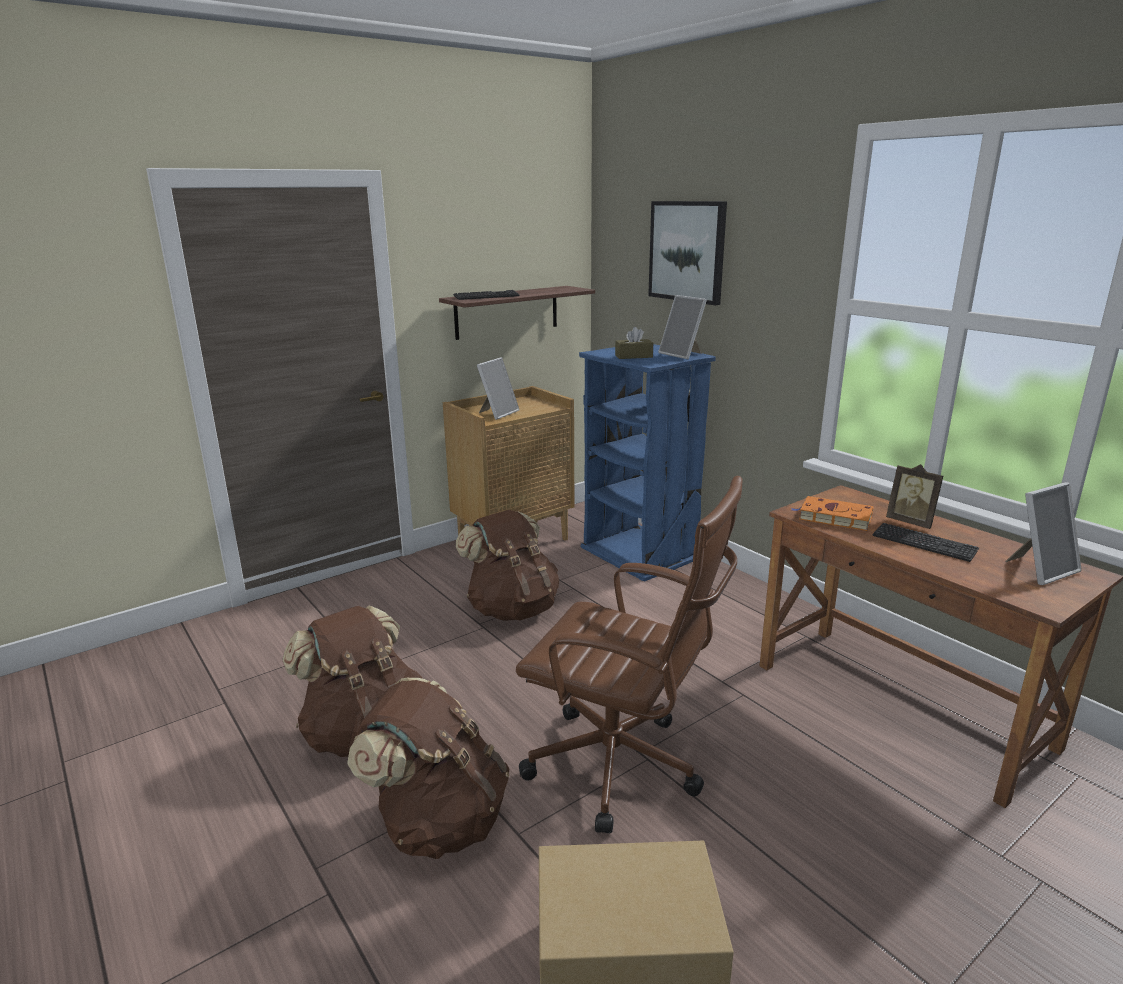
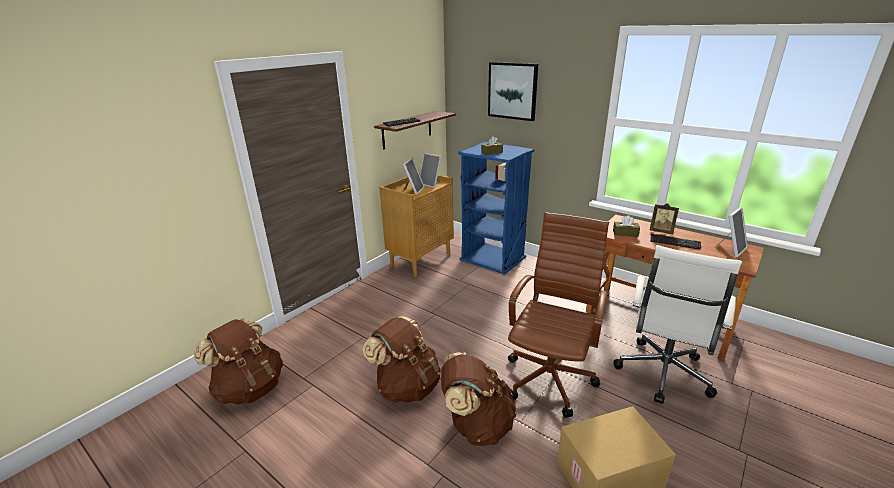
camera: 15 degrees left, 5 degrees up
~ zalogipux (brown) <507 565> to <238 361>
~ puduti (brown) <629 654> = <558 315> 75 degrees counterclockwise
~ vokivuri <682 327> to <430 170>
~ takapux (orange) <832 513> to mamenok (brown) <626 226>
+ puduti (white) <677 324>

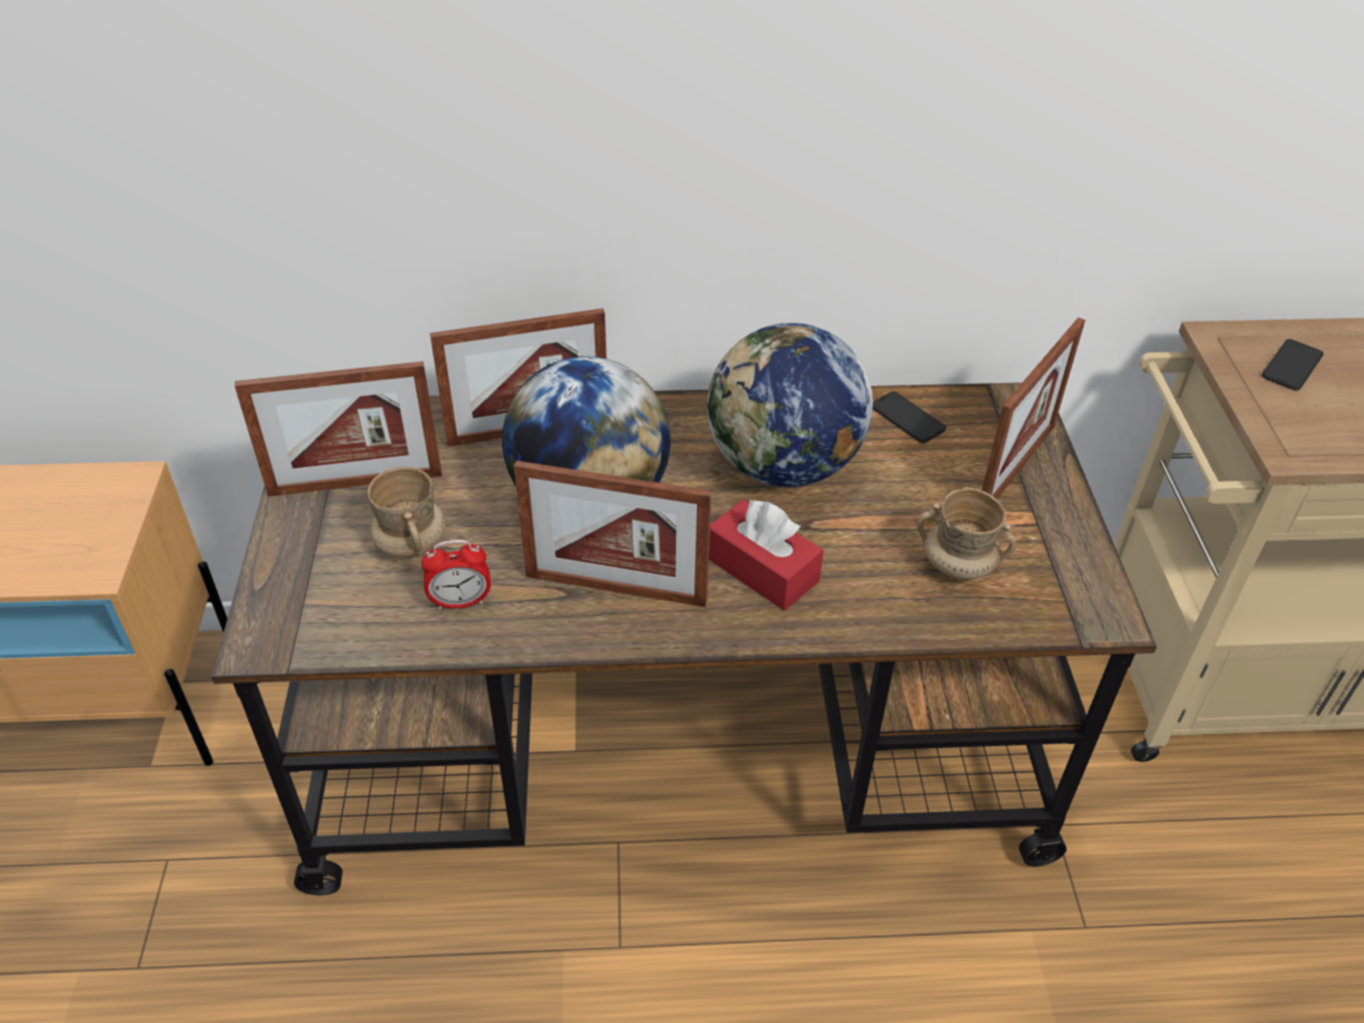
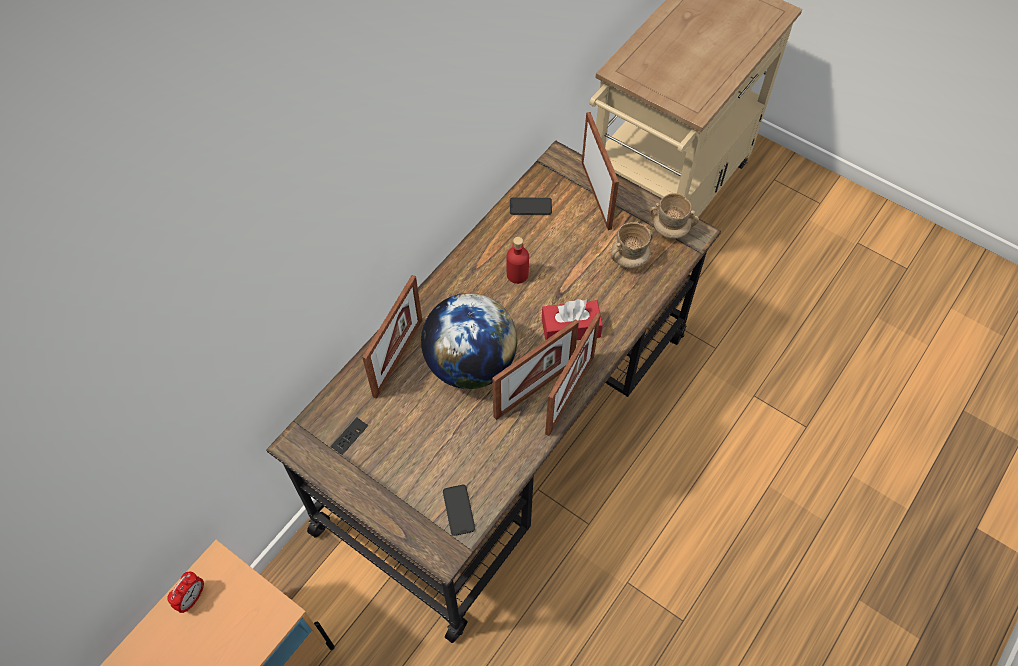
camera: 50 degrees left, 15 degrees up
~ vokivuri <338 429> to <572 374>
~ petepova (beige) <407 512> to <674 216>
~ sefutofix <456 575> to <185 592>
~ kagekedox <790 405> to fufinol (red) <518 260>
~ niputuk <1293 365> to <459 510>

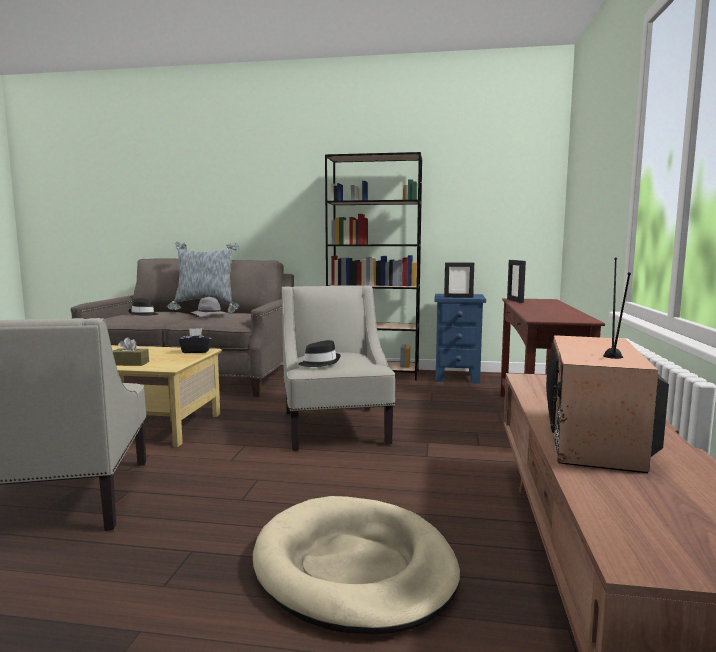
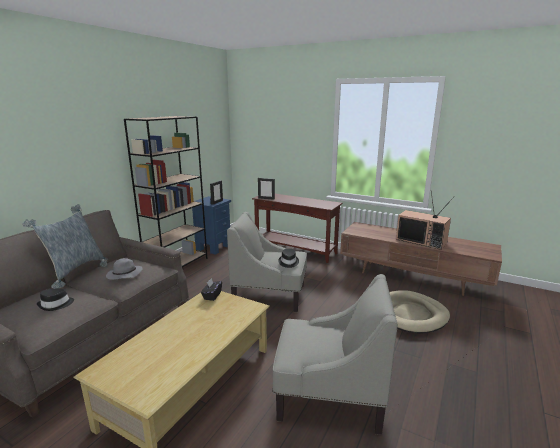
camera: 70 degrees left, 10 degrees up
- mamenok (brown) <131 351>

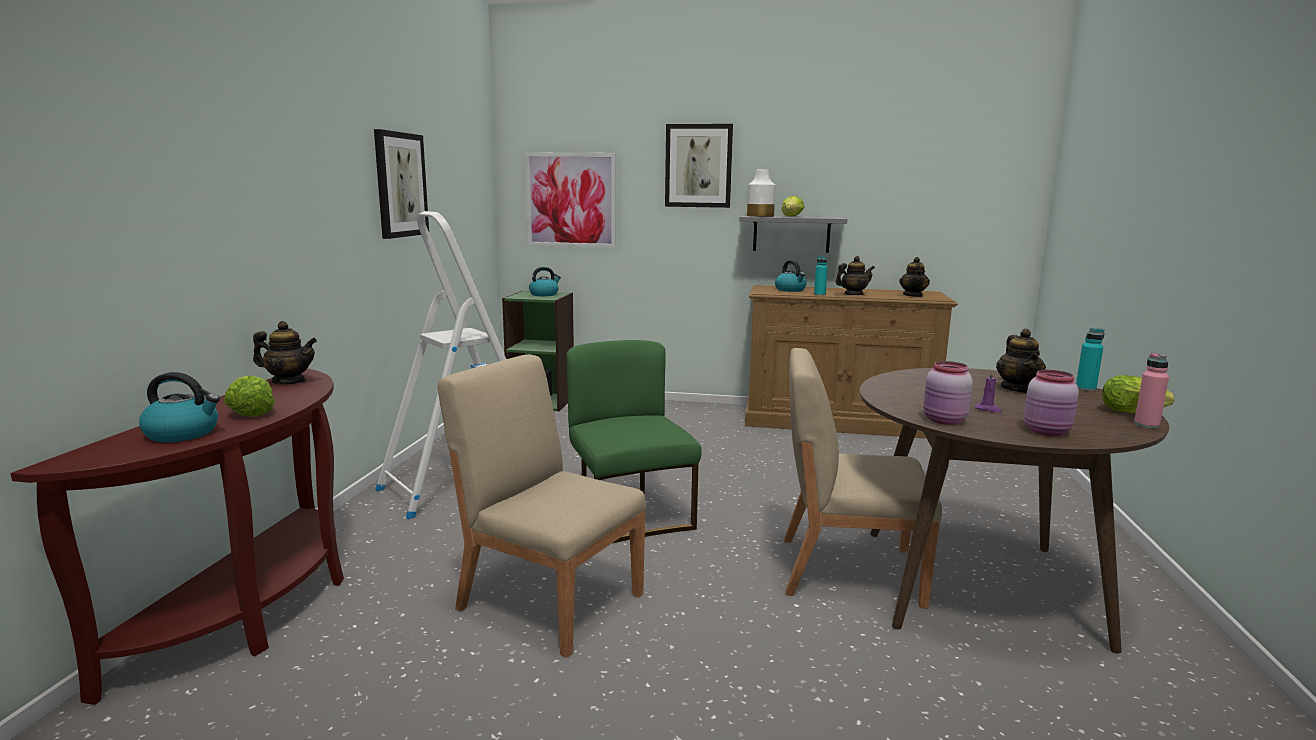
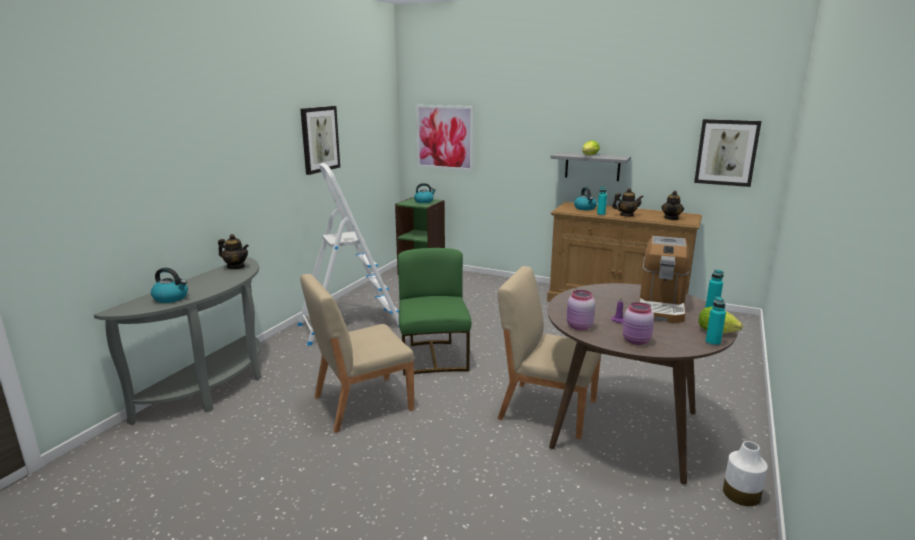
camera: 15 degrees right, 5 degrees up
~ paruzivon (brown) <177 537> to paruzivon (grey) <177 341>
- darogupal <249 396>
~ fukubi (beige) <542 506> = <357 353> 75 degrees counterclockwise
~ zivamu <699 166> to <728 153>
~ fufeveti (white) <761 193> to <745 473>
~ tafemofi <1021 360> to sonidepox <664 279>
~ fufinol (pink) <1151 391> to fufinol (turquoise) <715 321>

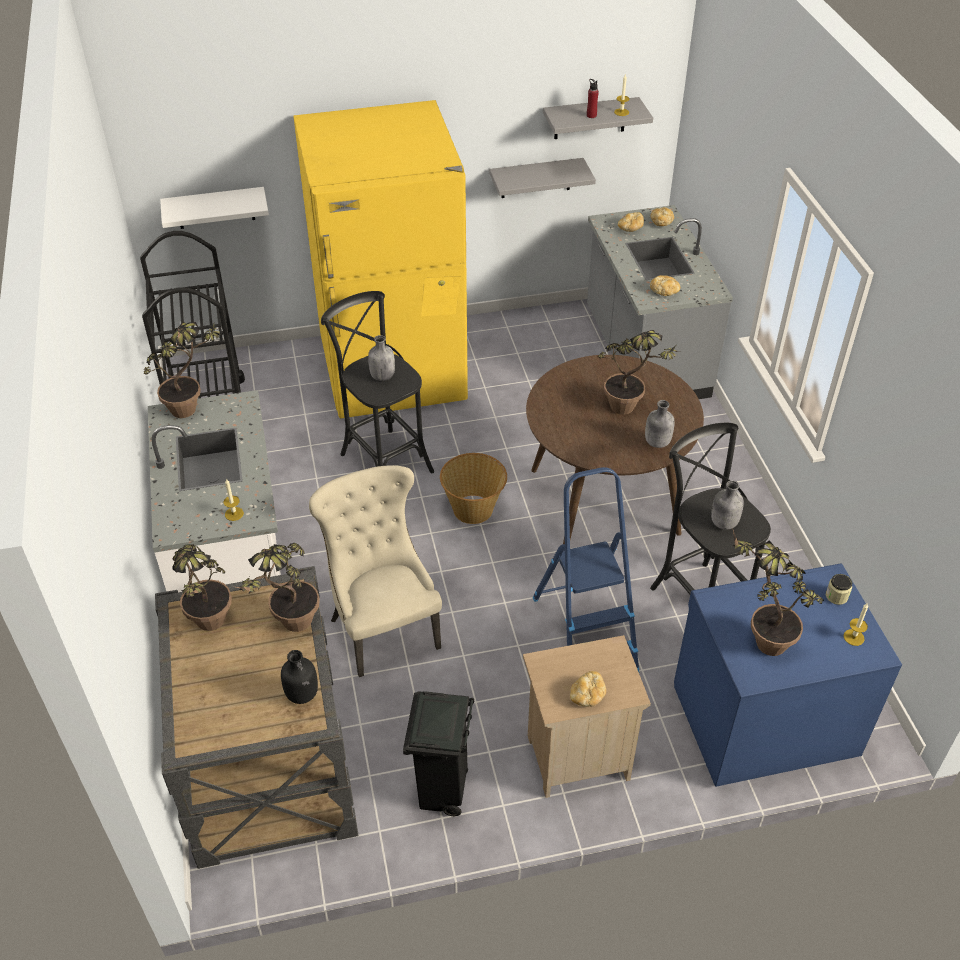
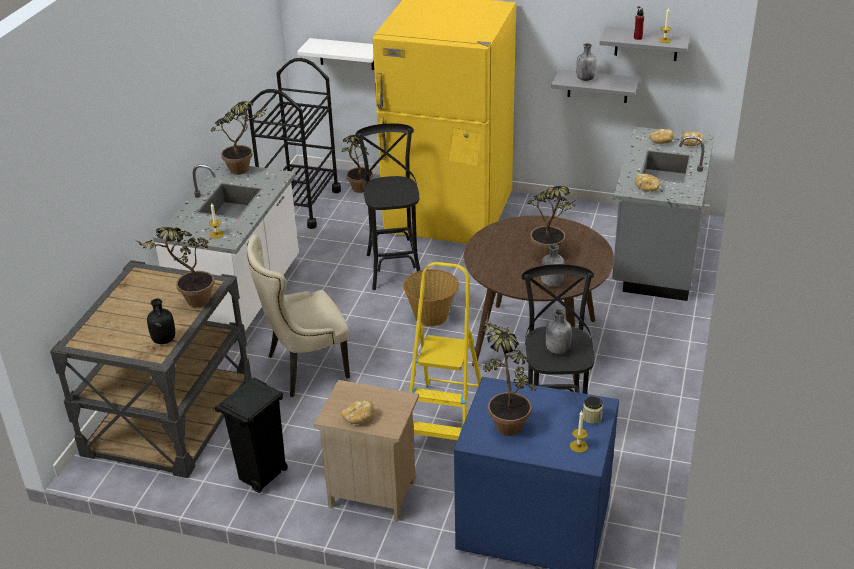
camera: 30 degrees right, 10 degrees down
~ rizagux <202 587> to <357 164>
~ fukubi (beige) <375 571> = <298 315> 120 degrees counterclockwise
~ fufinol (grey) <381 358> to <586 62>
~ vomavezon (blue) <586 569> to vomavezon (yellow) <445 351>

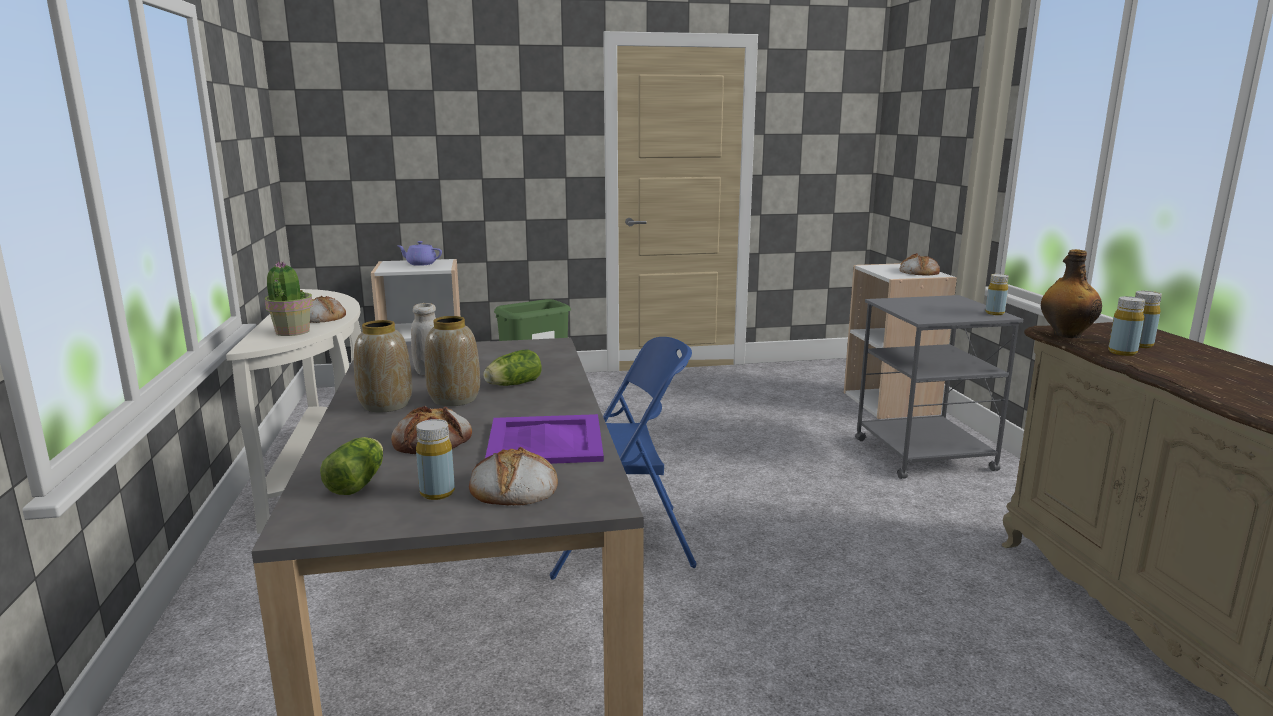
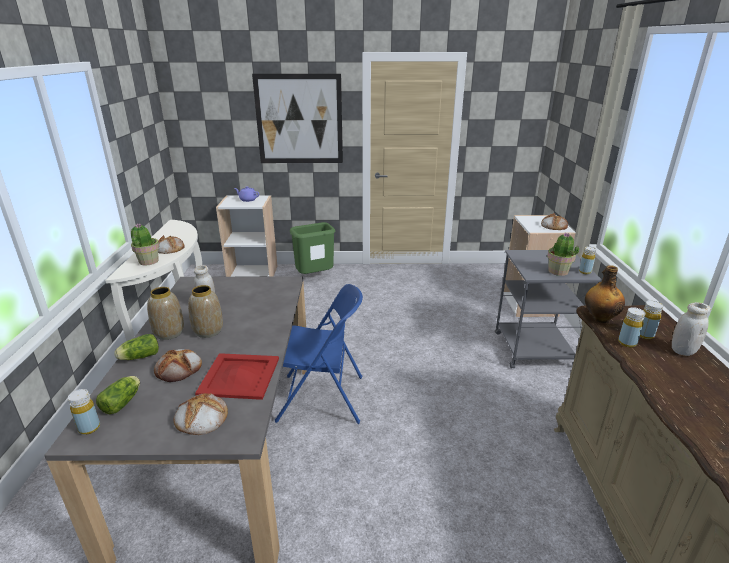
camera: 10 degrees right, 10 degrees up
~ fufinol (yellow) <435 459> to <84 412>
~ darogupal <512 367> to <136 347>
~ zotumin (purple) <544 439> to zotumin (red) <237 376>
+ zivamu <297 118>
+ rizagux <563 254>
+ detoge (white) <691 329>

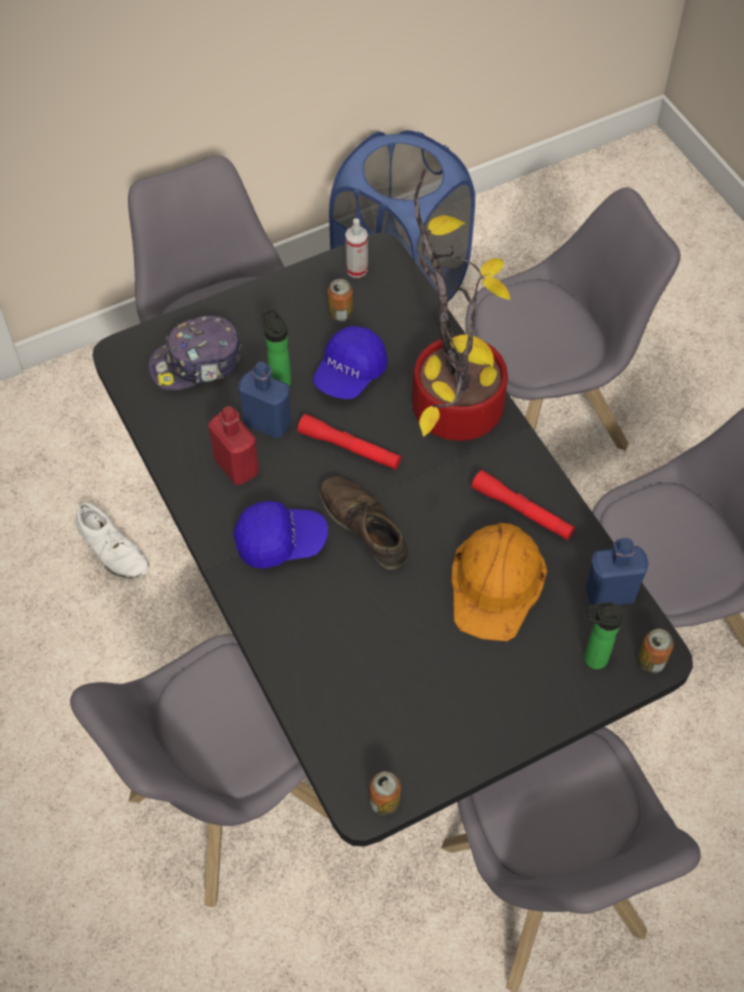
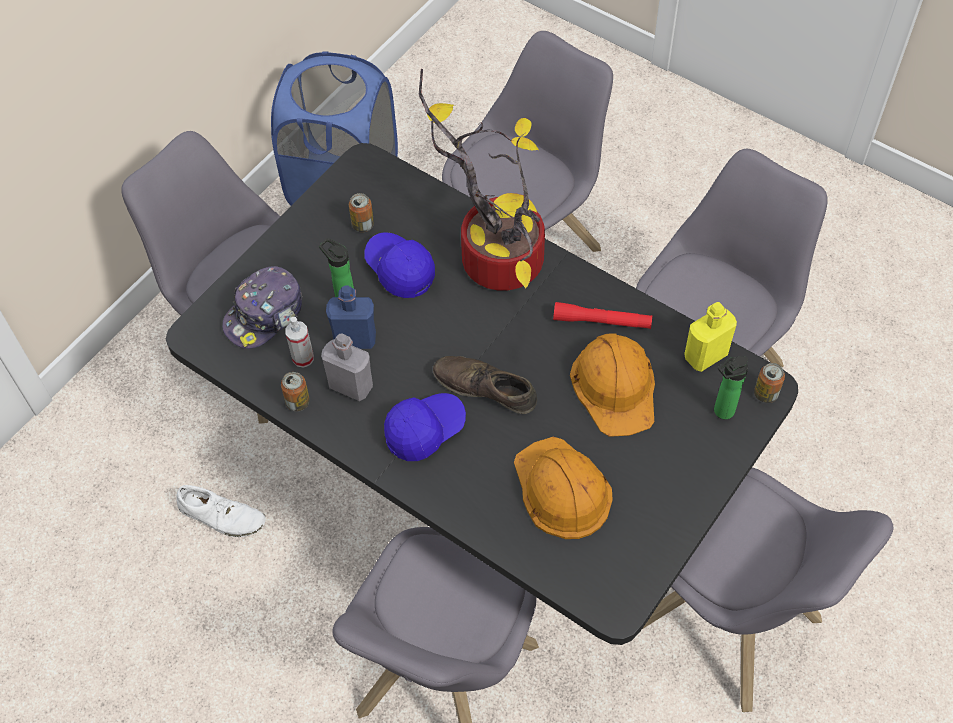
camera: 25 degrees left, 0 degrees up
~ fufinol (red) <233 445> to fufinol (grey) <347 367>
- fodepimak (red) <349 442>
~ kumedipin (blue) <350 362> = <399 265> 135 degrees clockwise
~ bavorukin <356 248> to <299 342>
~ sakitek <385 794> to <295 391>
~ fufinol (blue) <617 571> to fufinol (yellow) <711 337>
+ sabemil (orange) <563 488>

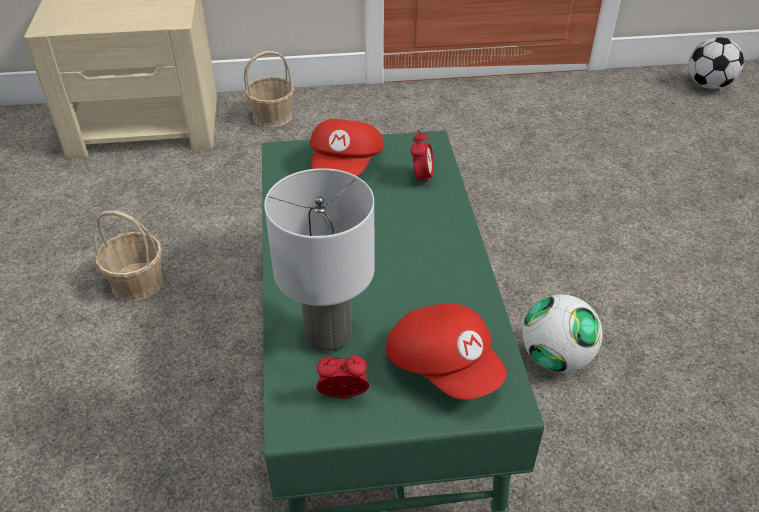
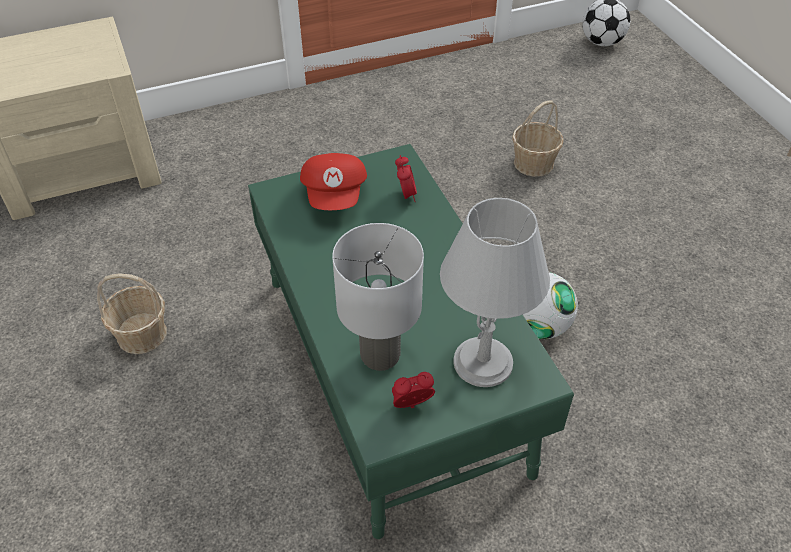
camera: 15 degrees left, 5 degrees up
~ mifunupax <269 89> to <538 139>
~ kumedipin (red) <446 351> to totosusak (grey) <495 292>

